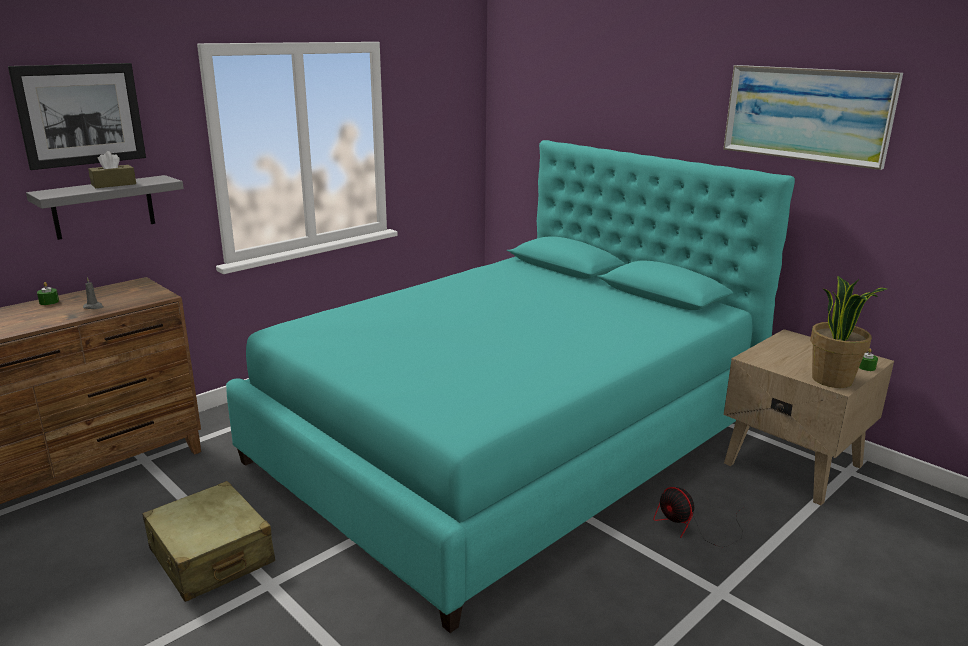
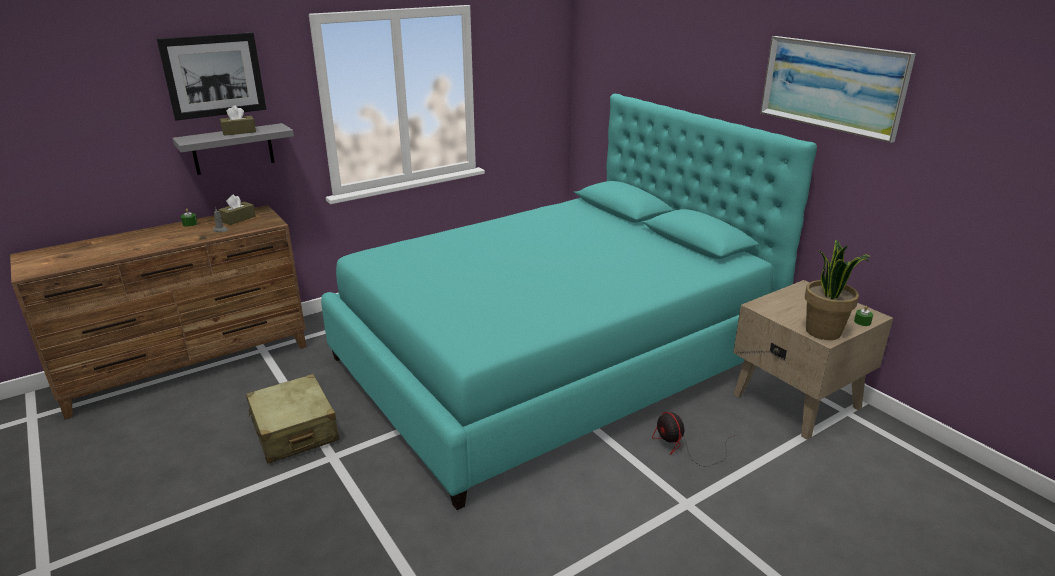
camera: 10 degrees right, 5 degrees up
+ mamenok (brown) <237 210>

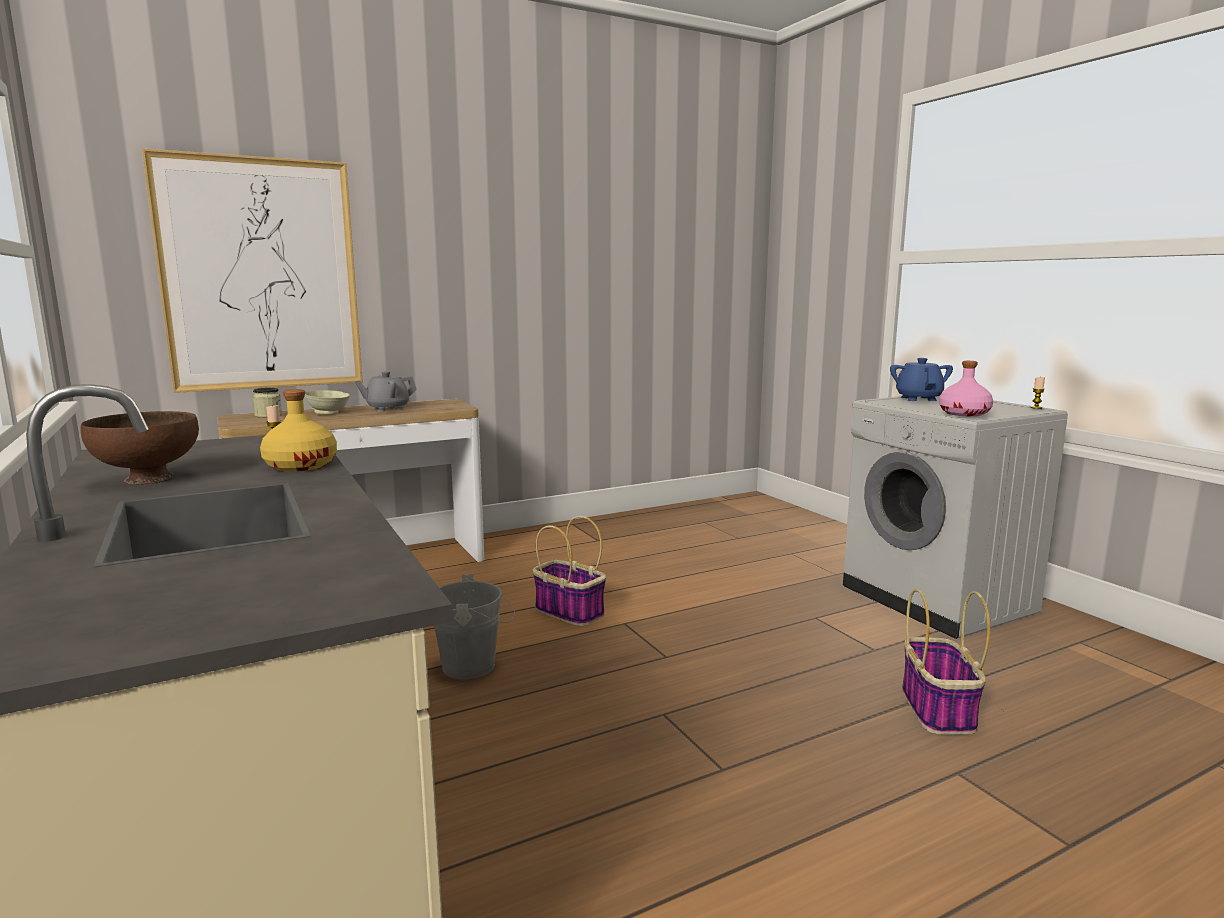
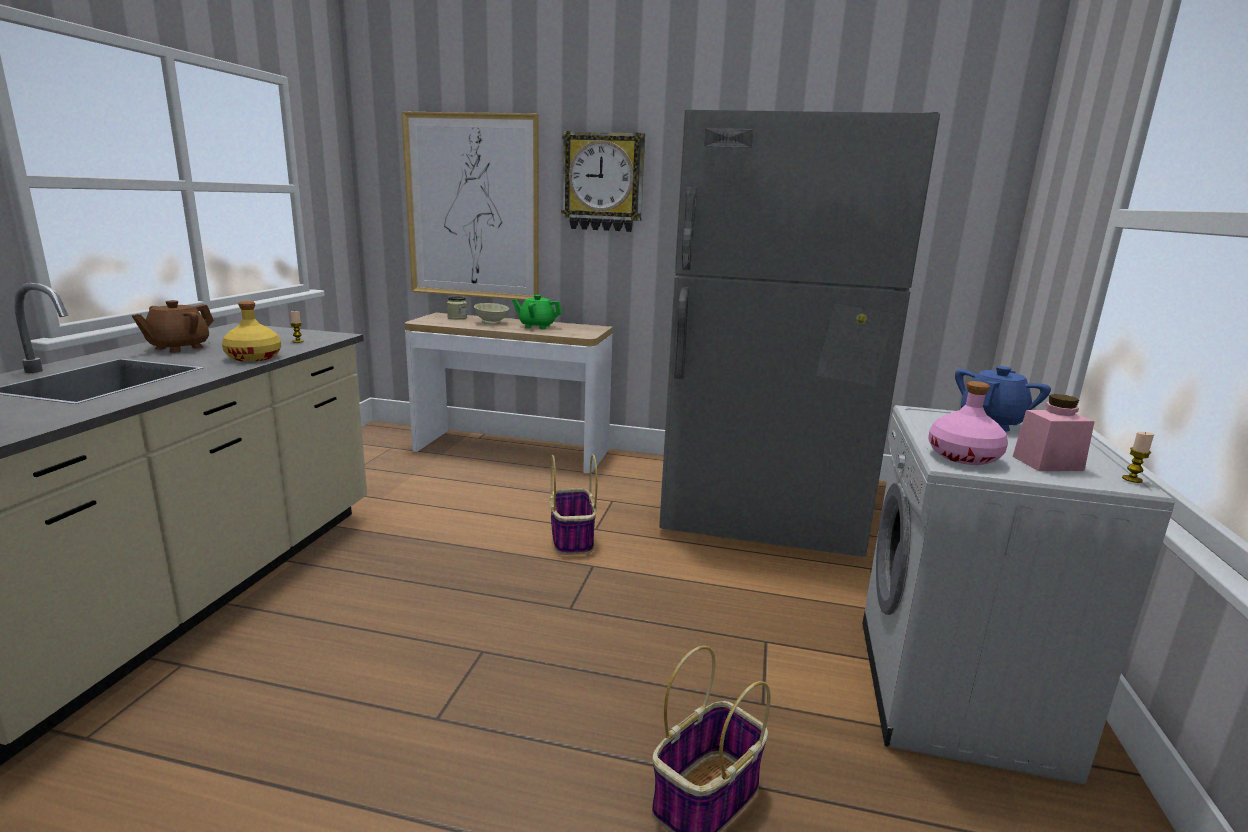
camera: 40 degrees right, 5 degrees up
~ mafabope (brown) <140 447> to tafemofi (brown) <173 326>
~ tafemofi (grey) <386 391> to tafemofi (green) <537 312>
- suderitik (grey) <474 627>
+ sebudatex <603 181>
+ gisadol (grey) <799 333>
+ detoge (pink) <1054 432>

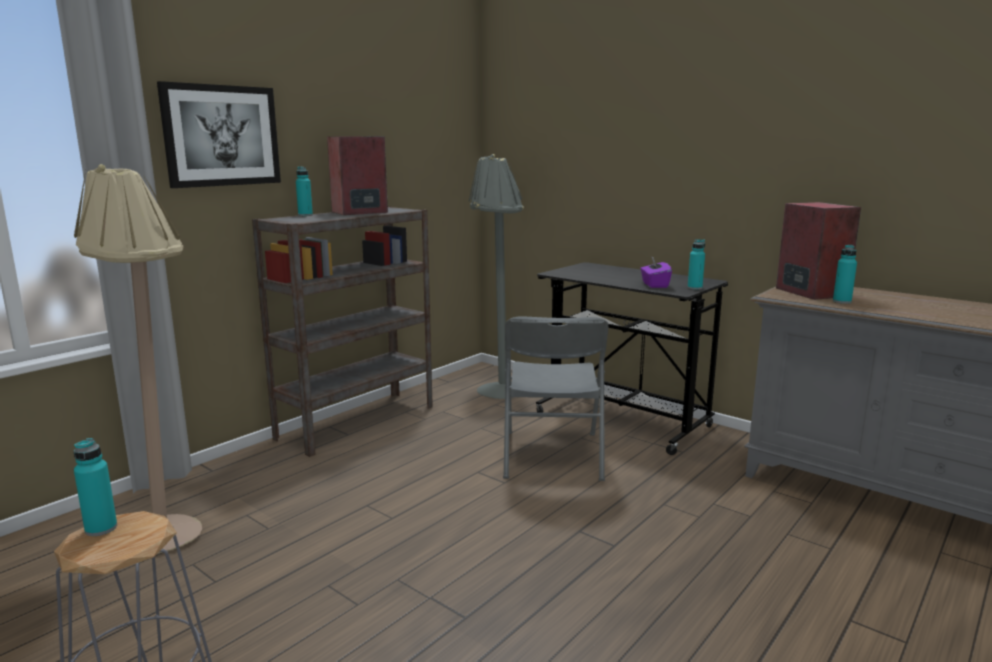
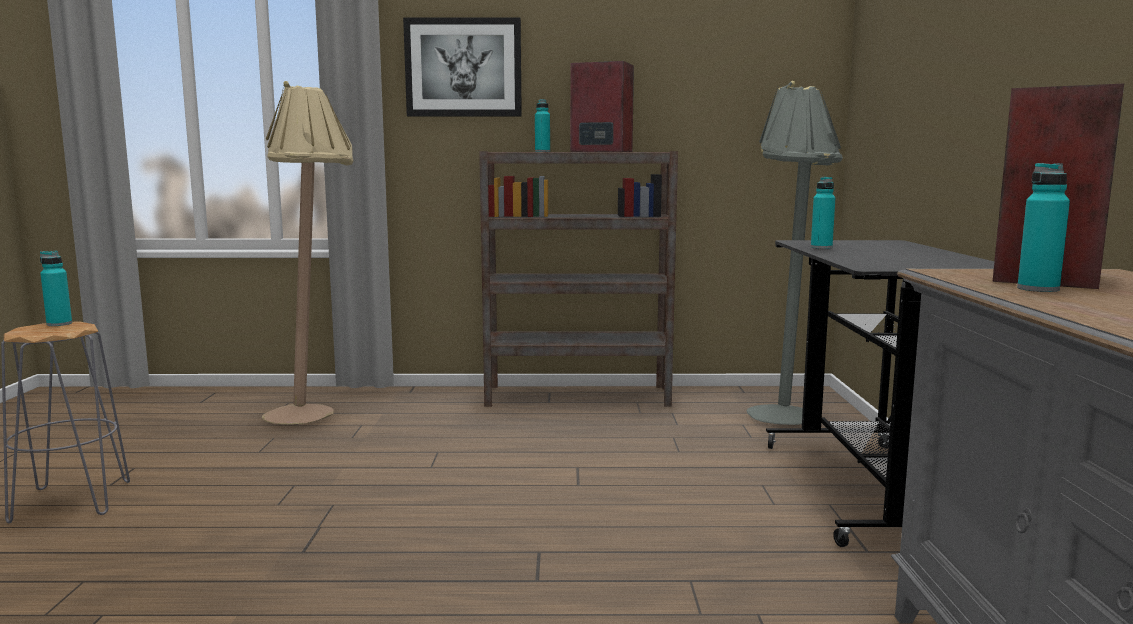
camera: 50 degrees right, 5 degrees down
- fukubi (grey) <555 399>
- mamenok (purple) <656 272>
~ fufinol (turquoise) <696 264> to <823 213>

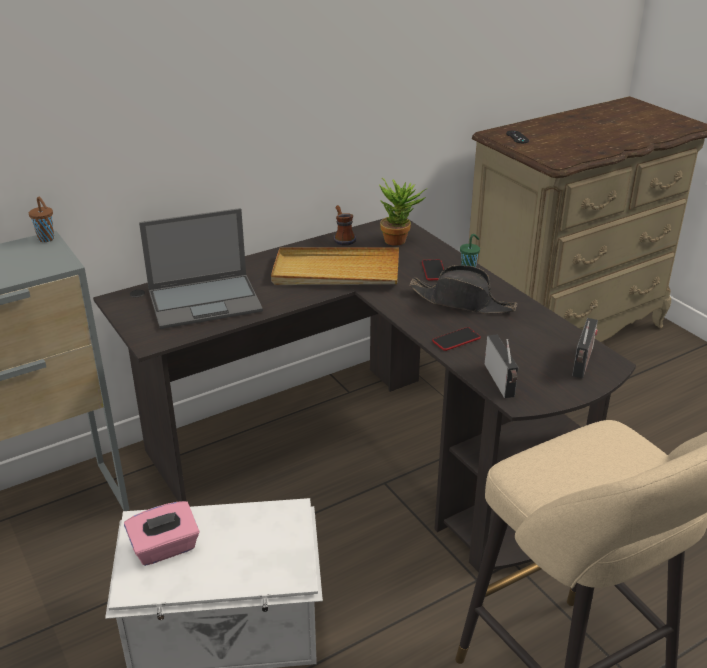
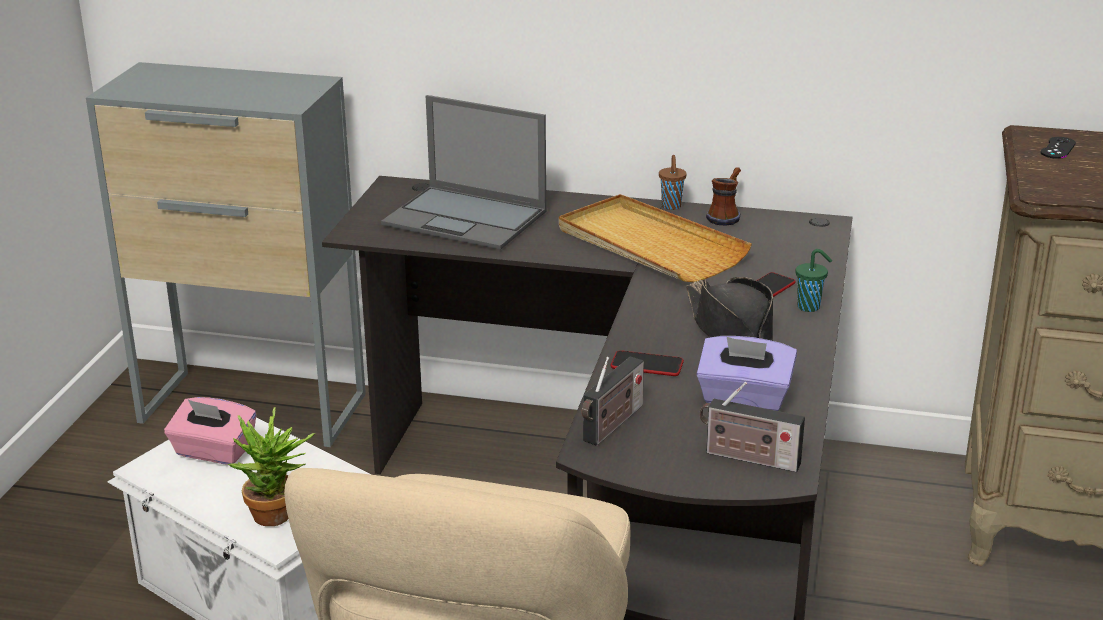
camera: 45 degrees right, 5 degrees down
~ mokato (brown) <41 219> to <673 182>
~ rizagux <403 212> to <271 466>
~ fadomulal <585 348> = <752 427> 45 degrees clockwise
+ mamenok (purple) <746 373>

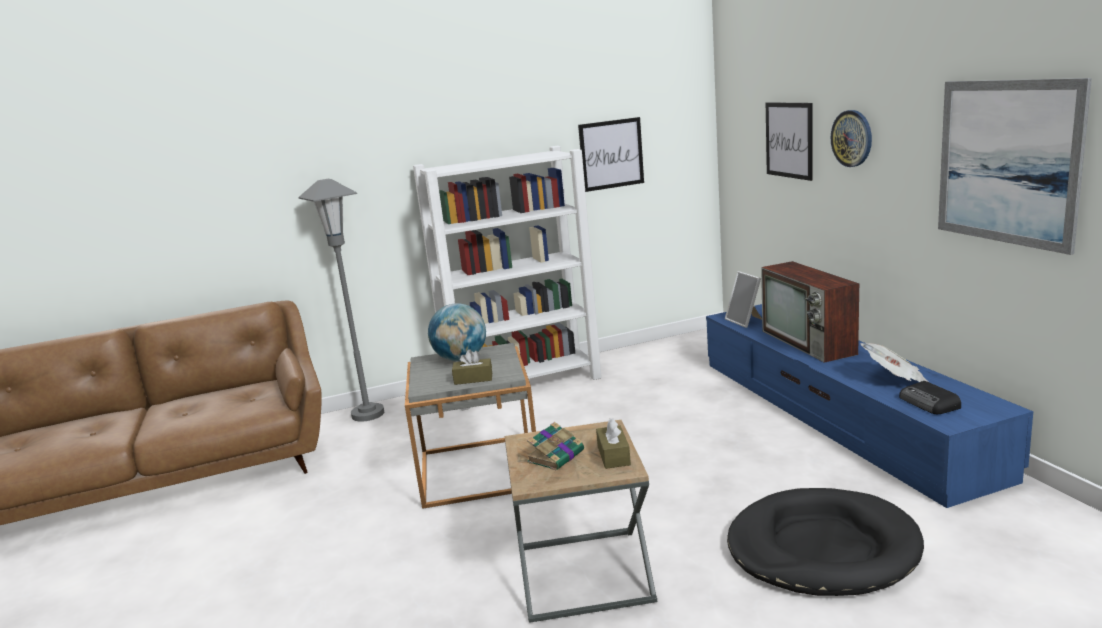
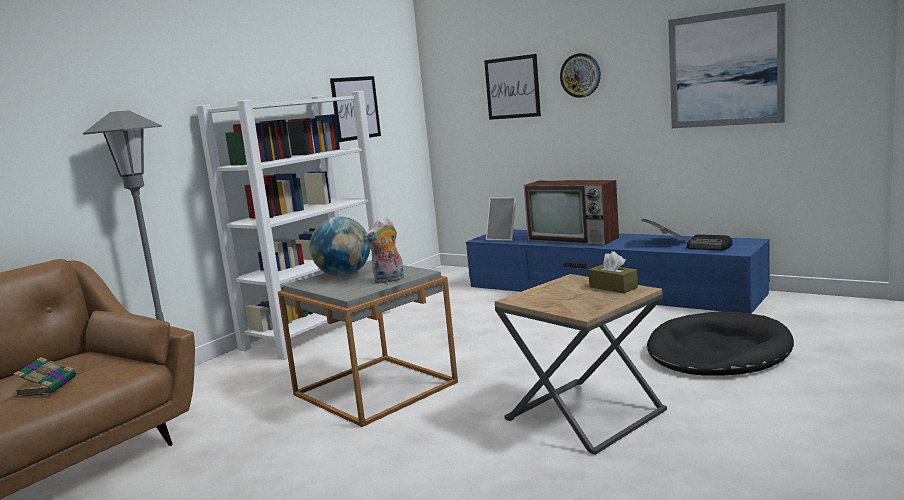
camera: 35 degrees left, 5 degrees down
~ mamenok (brown) <472 367> to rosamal <384 251>
~ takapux <555 446> to <44 377>

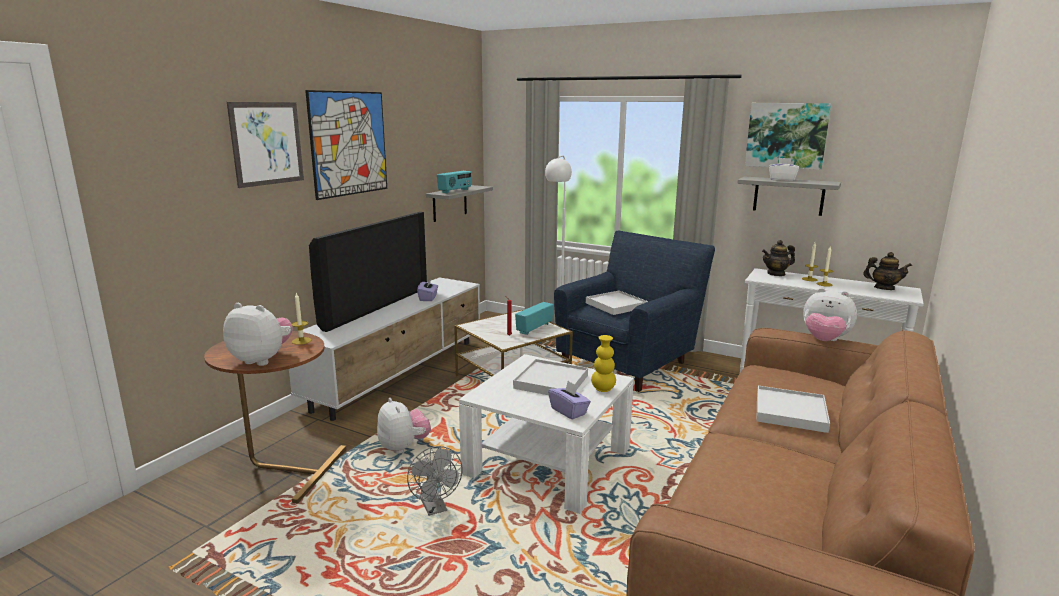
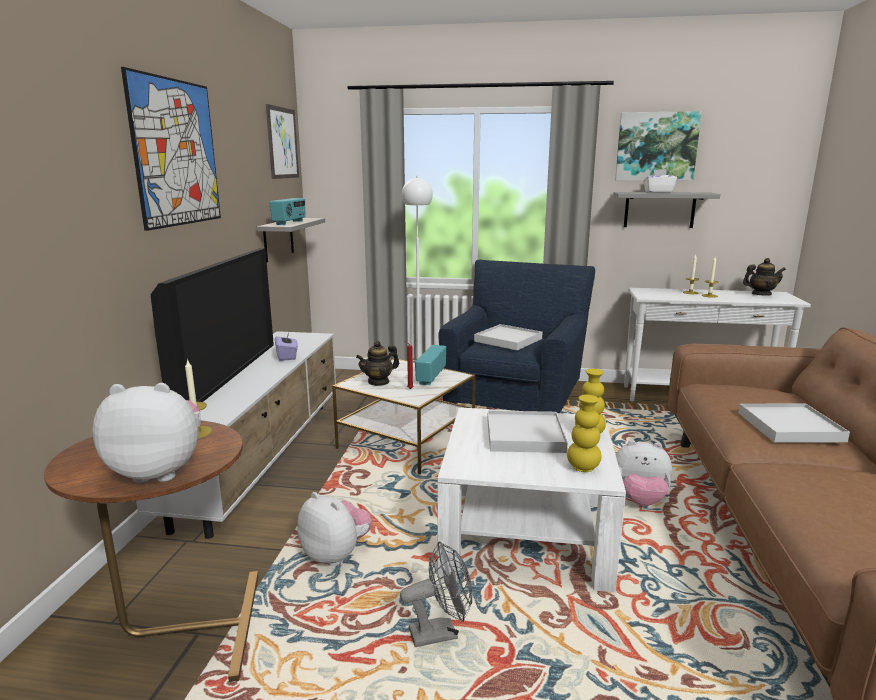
camera: 20 degrees left, 0 degrees up
~ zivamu <265 145> to <282 141>
~ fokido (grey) <435 481> = <436 594> 60 degrees counterclockwise
~ mamenok (purple) <569 400> to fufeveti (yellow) <584 433>
~ tafemofi <778 258> to <377 363>
~ rosamal <830 314> to <644 473>

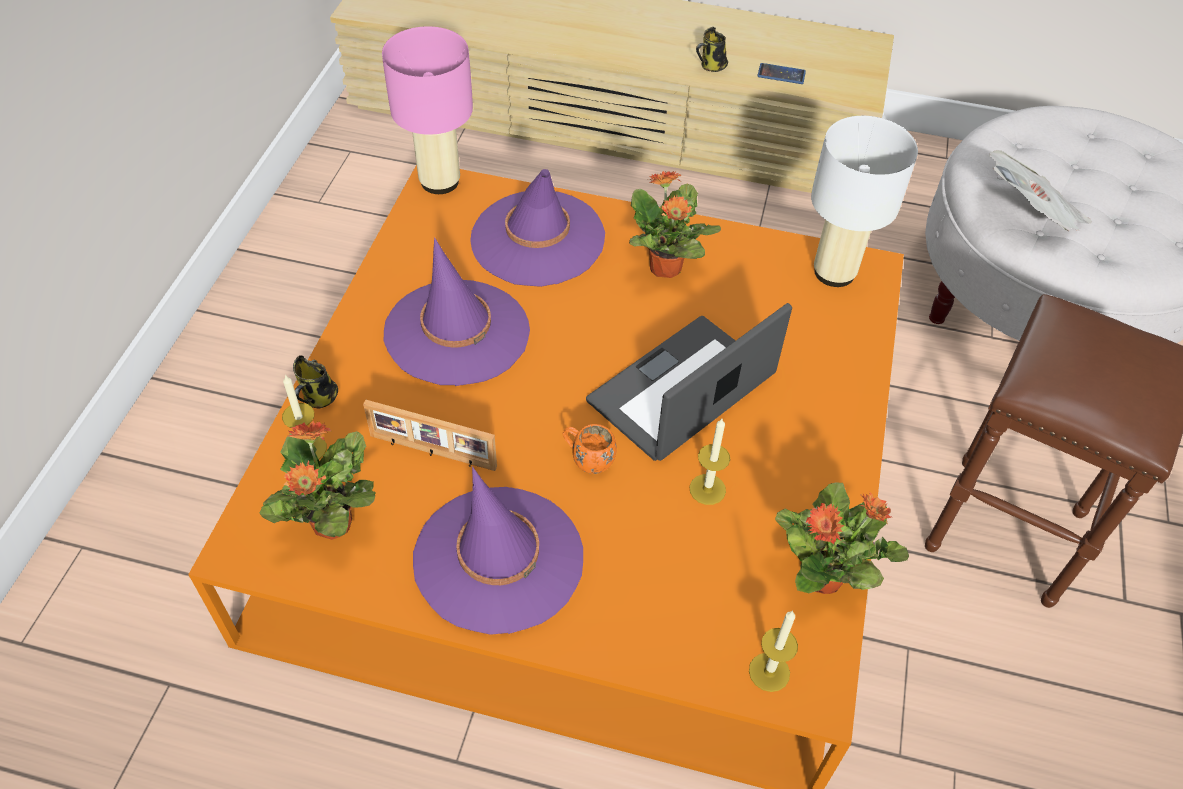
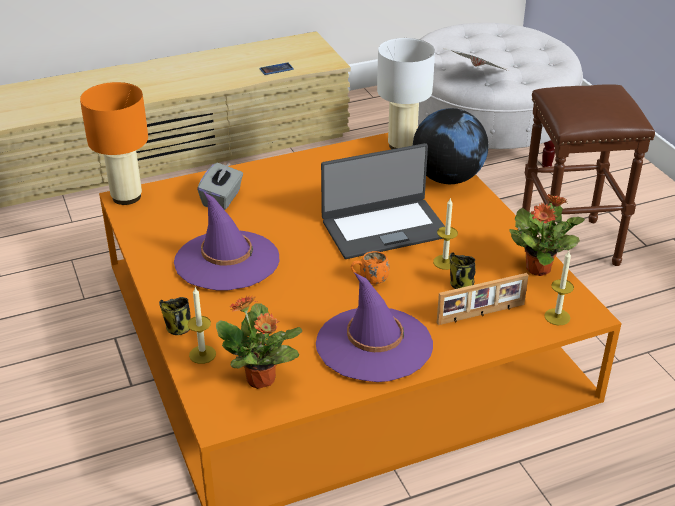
camera: 35 degrees left, 15 degrees down
~ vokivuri <430 435> to <483 299>
~ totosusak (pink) <427 110> to totosusak (orange) <114 143>
~ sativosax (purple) <537 228> to mamenok (grey) <220 186>
~ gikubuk <689 382> = <383 201> 120 degrees counterclockwise
- rizagux <675 224>
~ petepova <712 49> to <462 271>
+ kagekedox <451 146>

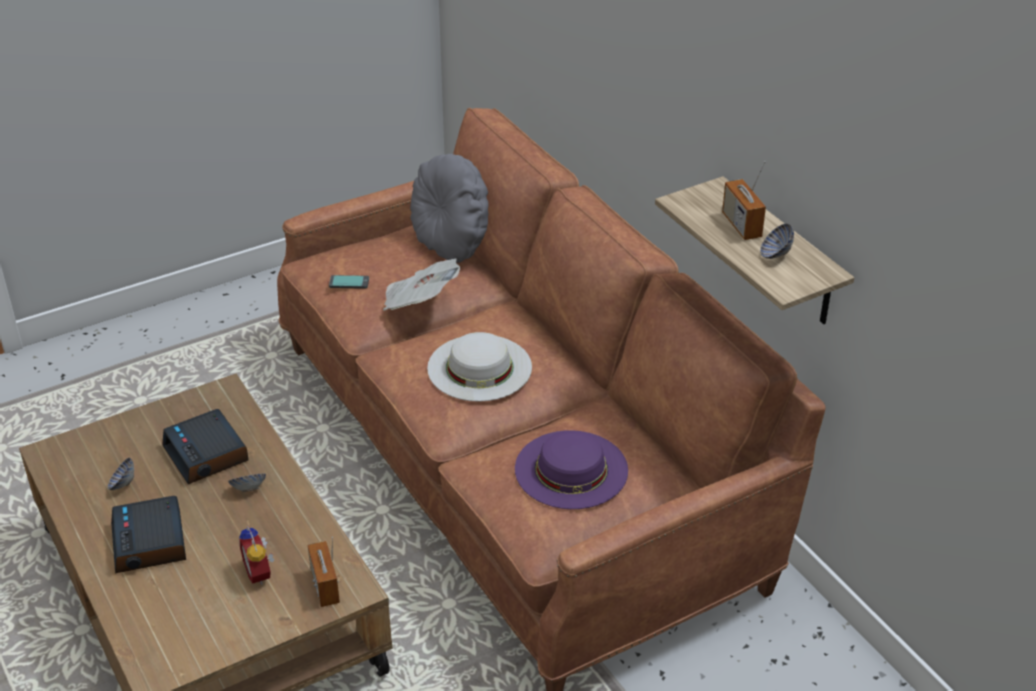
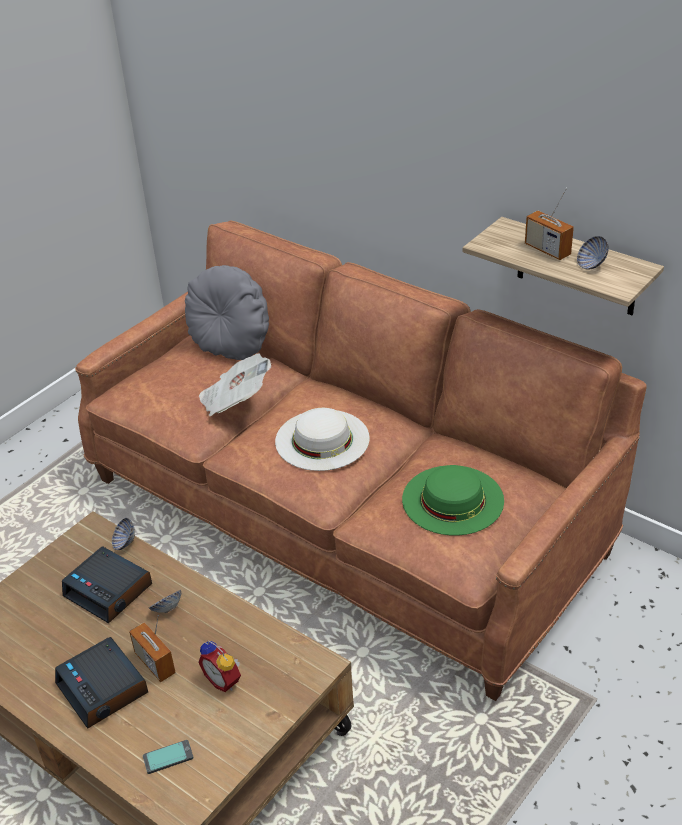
camera: 20 degrees left, 0 degrees up
~ mafabope <121 473> to <123 534>
~ fadomulal <324 572> to <152 648>
~ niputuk <349 282> to <168 757>
~ sativosax (purple) <571 469> to sativosax (green) <453 500>

